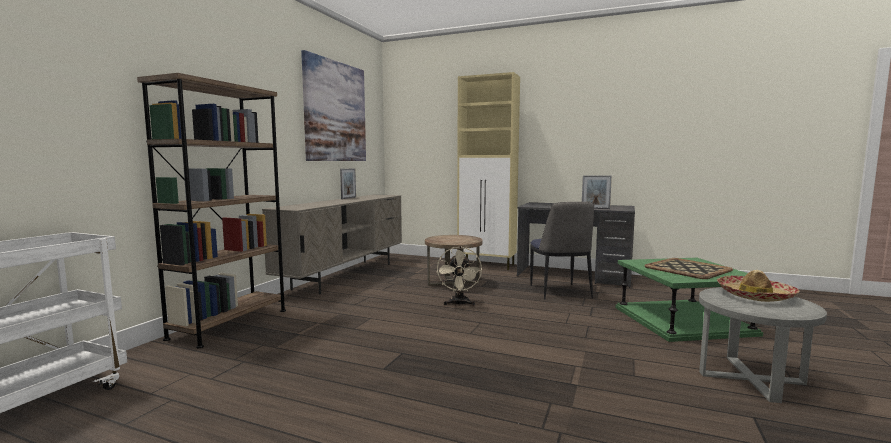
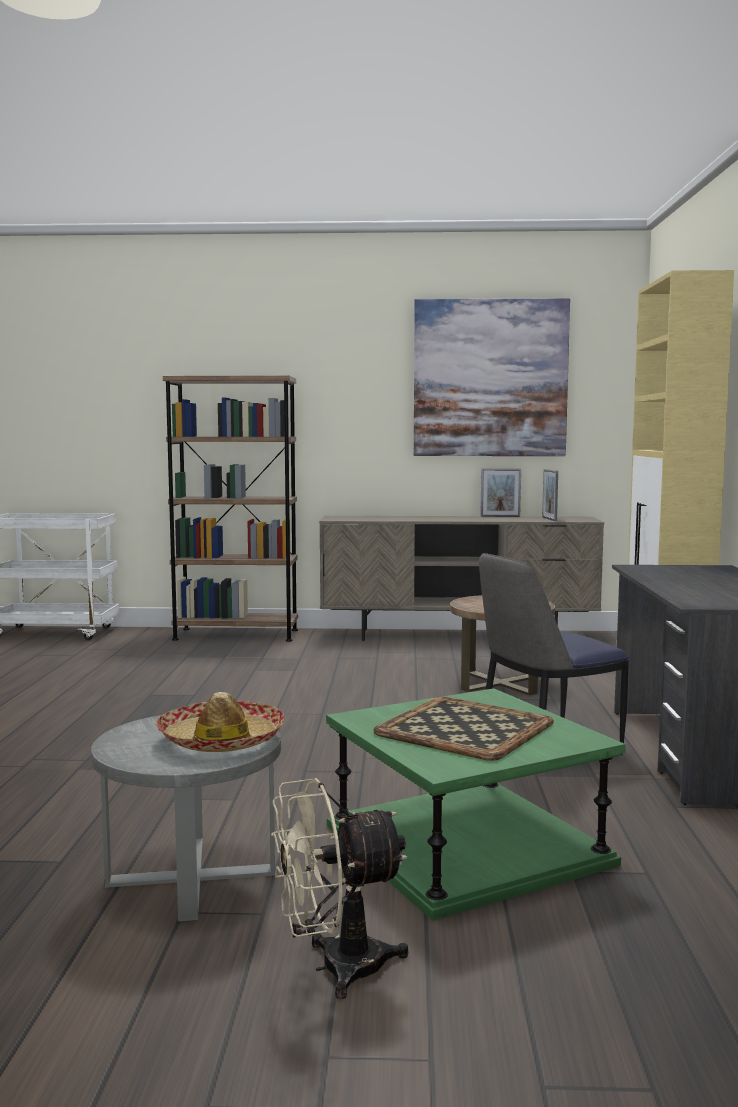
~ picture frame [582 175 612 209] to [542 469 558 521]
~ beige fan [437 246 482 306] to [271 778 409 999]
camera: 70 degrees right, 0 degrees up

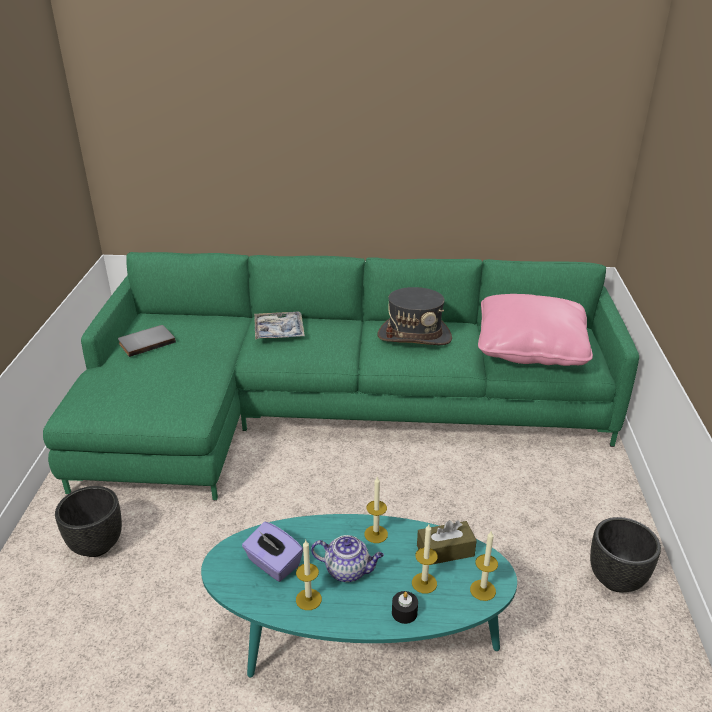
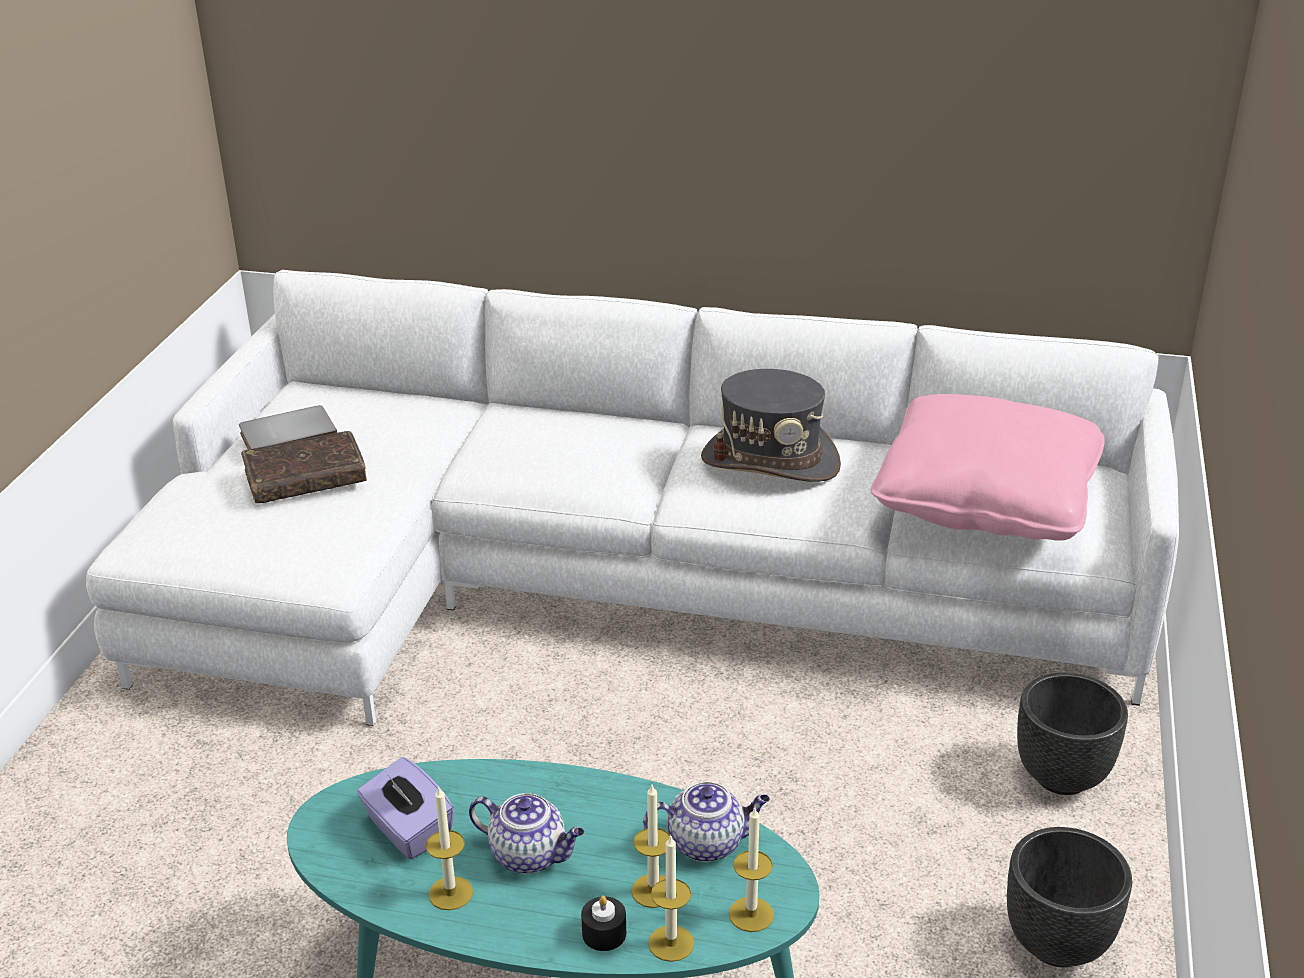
~ green sofa [43 252 639 500] to white sofa [86 270 1179 726]
- tray [254 312 305 340]
~ candle [364 477 388 543] to [648 834 695 962]
~ black planter [55 486 122 557] to [1017 672 1128 795]
~ brown tissue box [417 520 477 565] to teapot [643 782 770 862]
+ brown book [241 431 367 503]
camera: 10 degrees right, 0 degrees up

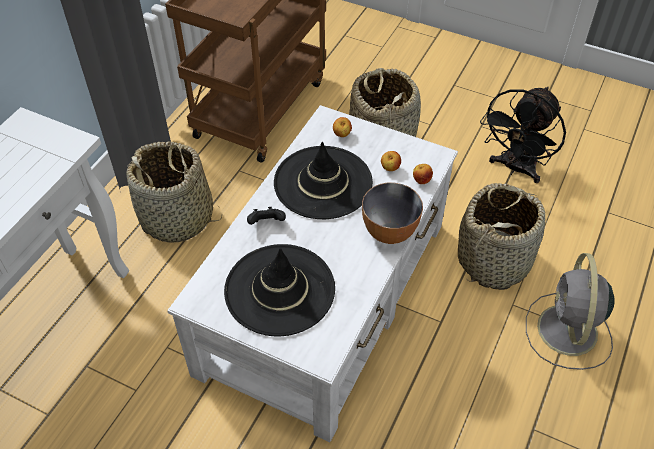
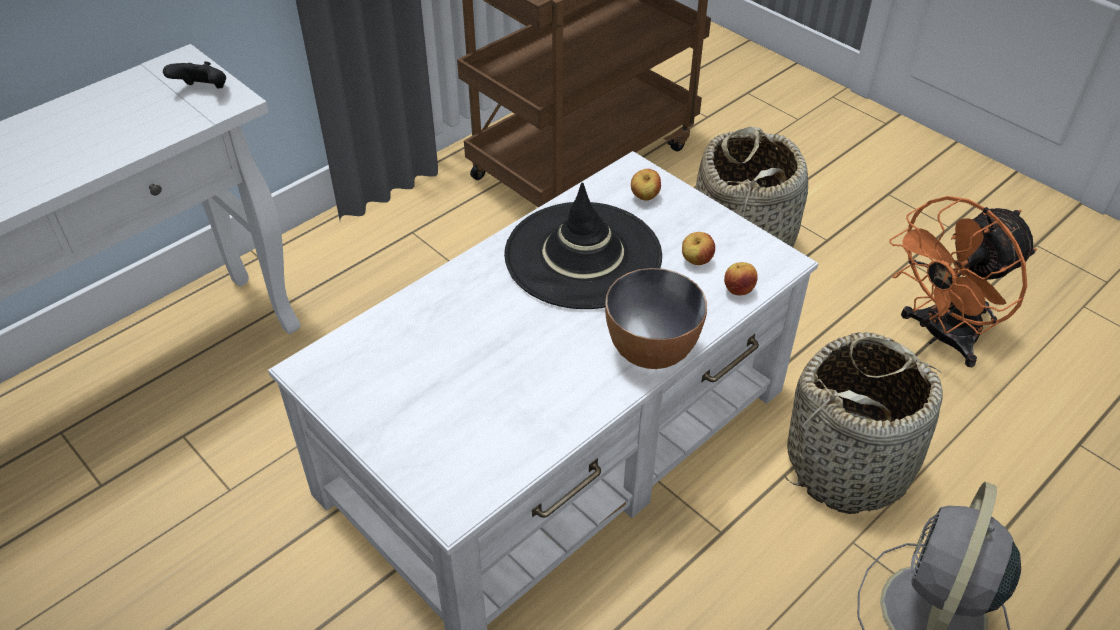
~ black fan [480 87 566 183] to orange fan [889 196 1037 367]
- basket [126 141 222 243]
~ black game controller [247 207 286 225] to [163 62 226 89]
- black hat [224 244 335 336]
camera: 20 degrees right, 5 degrees down

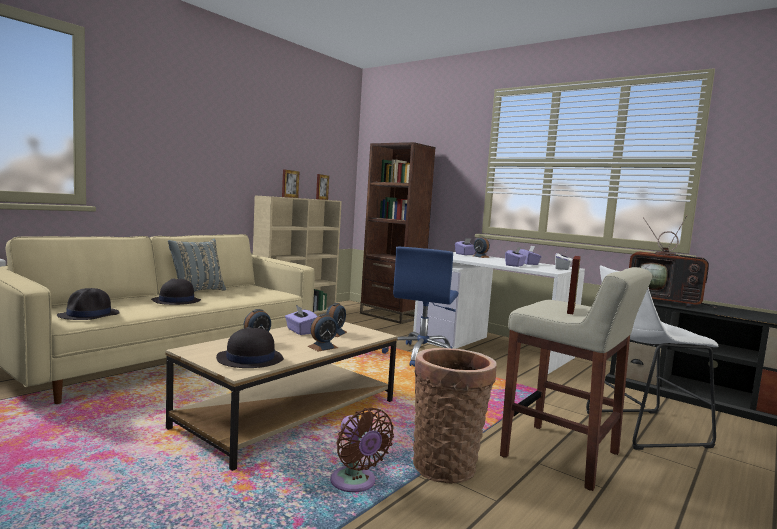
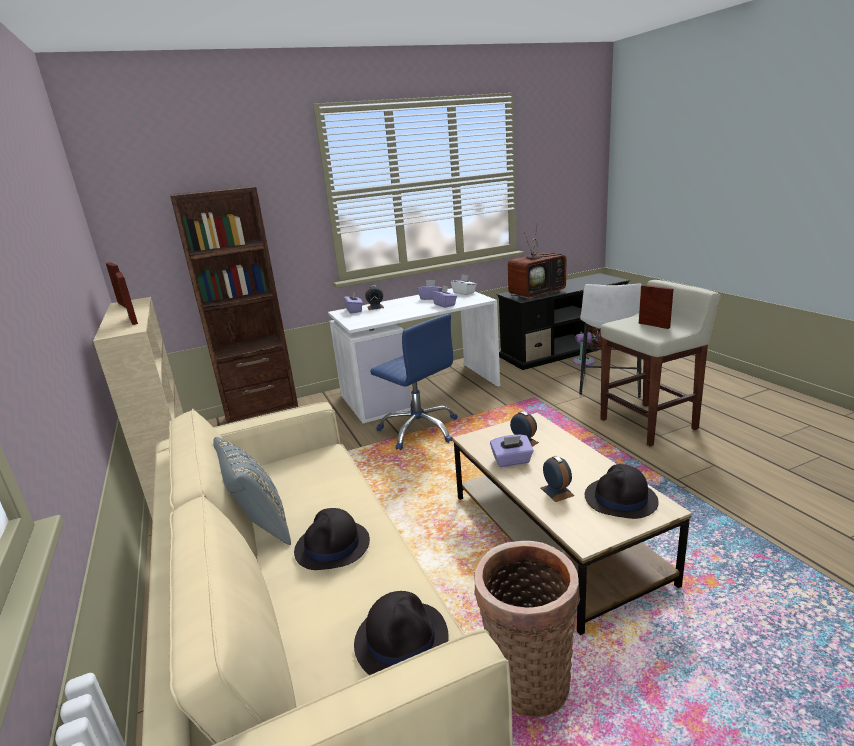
- alarm clock [308 313 338 352]
~ basket [413 348 497 484] to [474 541 580 717]
~ brown fan [330 407 394 492] to [573 325 602 366]
camera: 60 degrees left, 15 degrees up

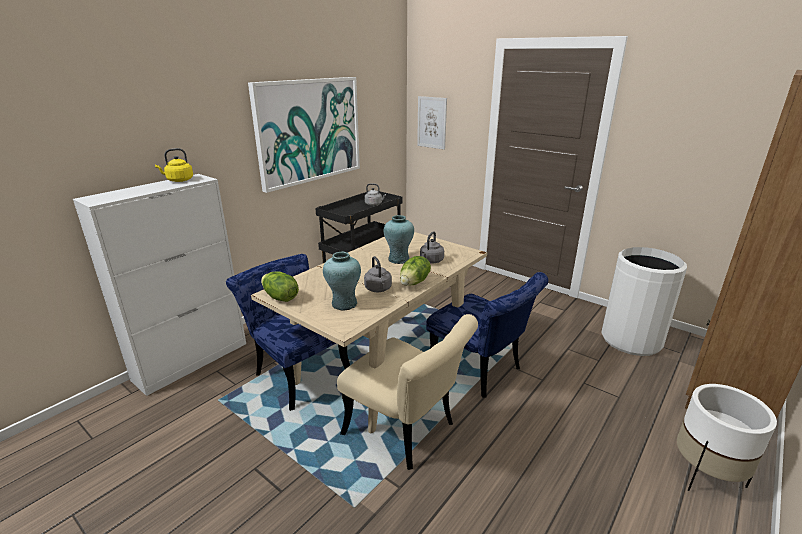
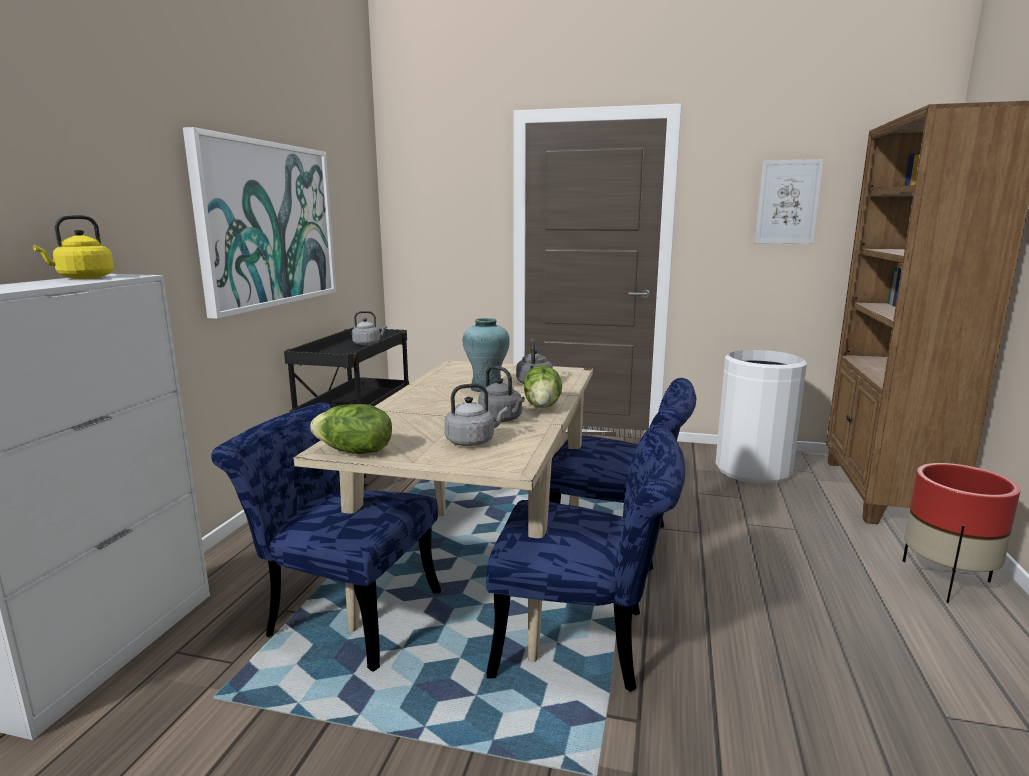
~ picture [417 96 447 150] to [755 159 824 244]
~ turquoise vase [323 252 361 310] to grey kettle [444 384 508 446]
~ beige chair [337 314 478 470] to blue chair [486 425 685 692]
~ white planter [677 384 777 491] to red planter [903 463 1020 603]
camera: 25 degrees left, 10 degrees down

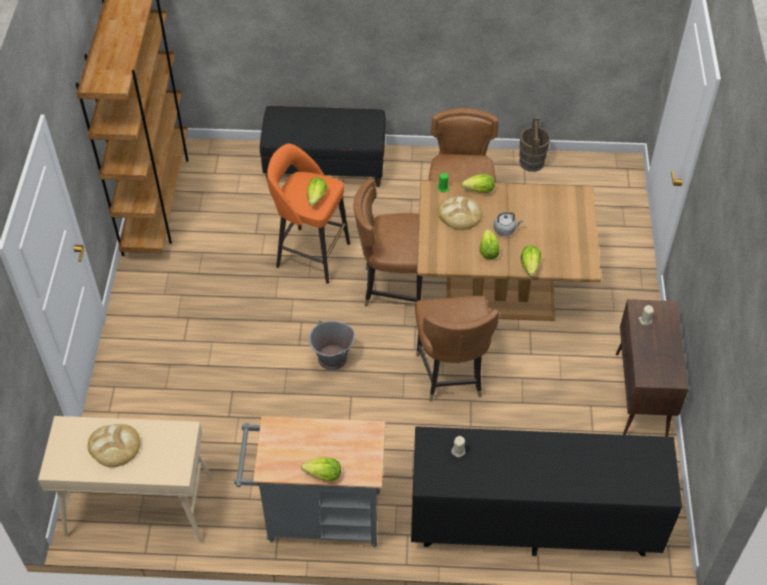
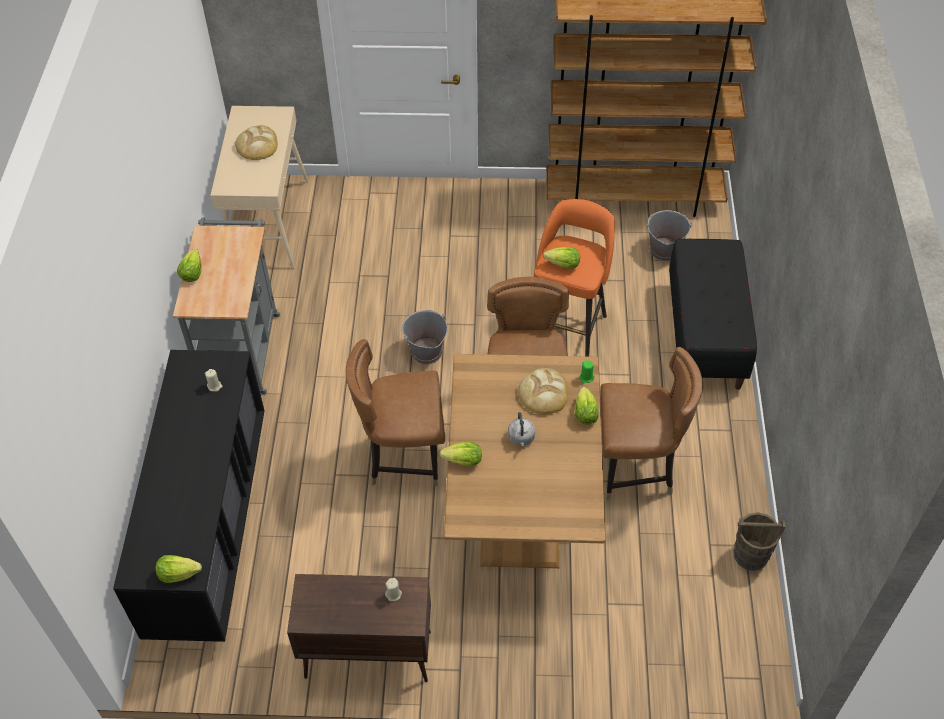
~ lettuce [479 229 499 259] to [156 555 202 583]
+ grey bucket [645 210 693 261]
camera: 90 degrees right, 0 degrees up

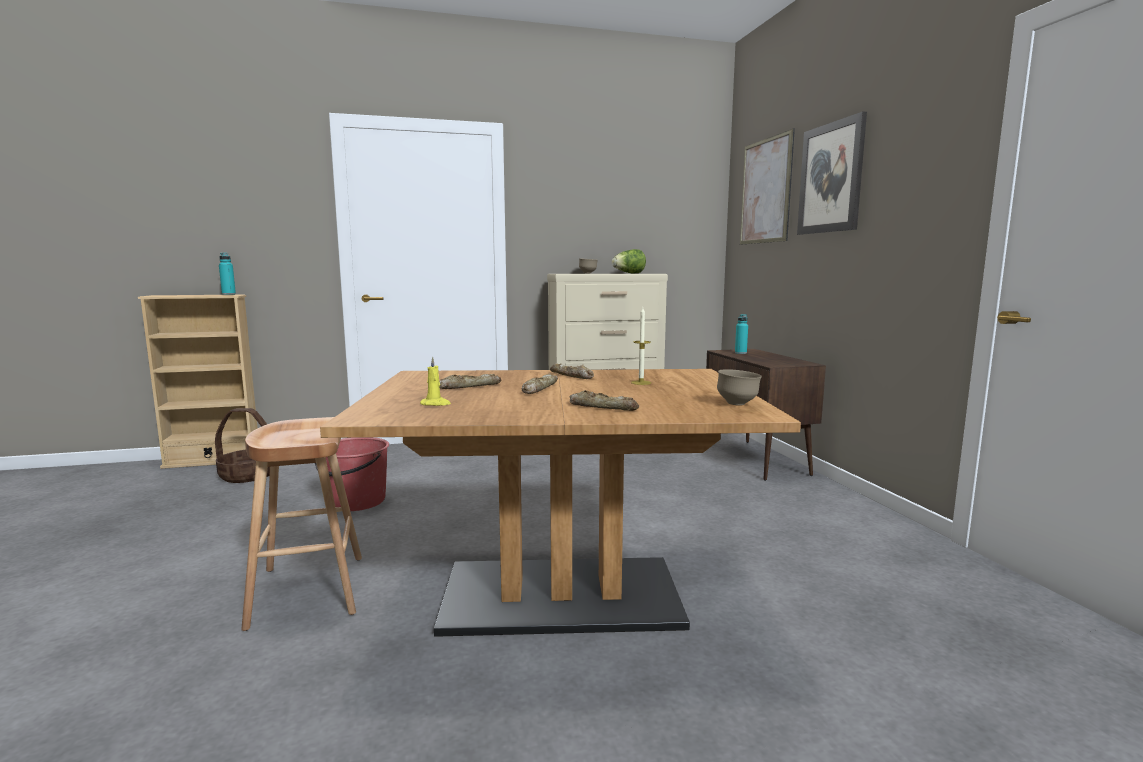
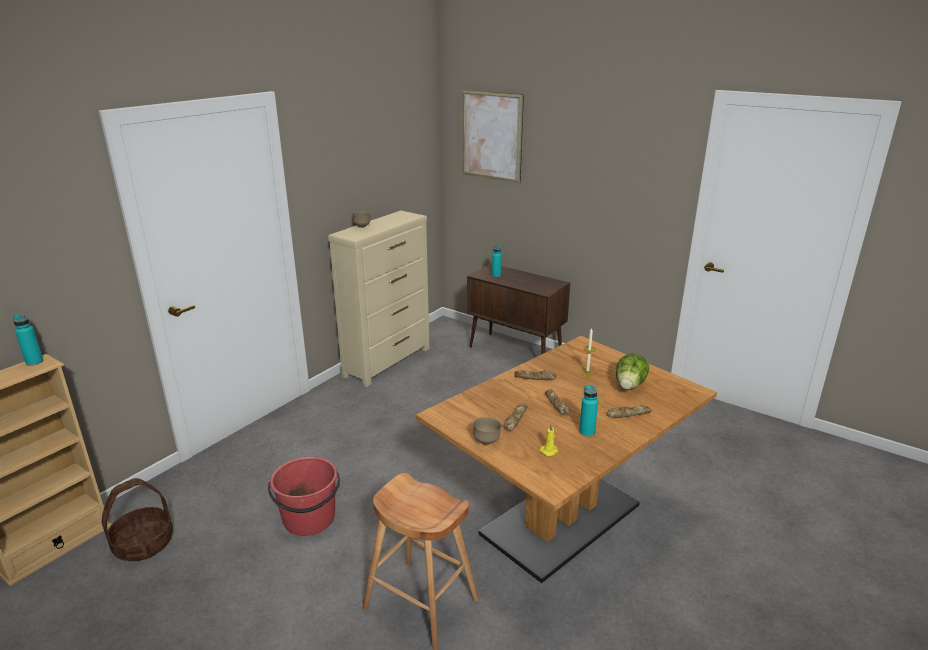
- picture [797 111 867 235]
~ lettuce [612 249 646 273] to [616 353 649 390]
~ brown bowl [717 369 762 406] to [473 417 501 445]
+ turquoise bottle [579 385 598 437]
camera: 40 degrees left, 15 degrees up

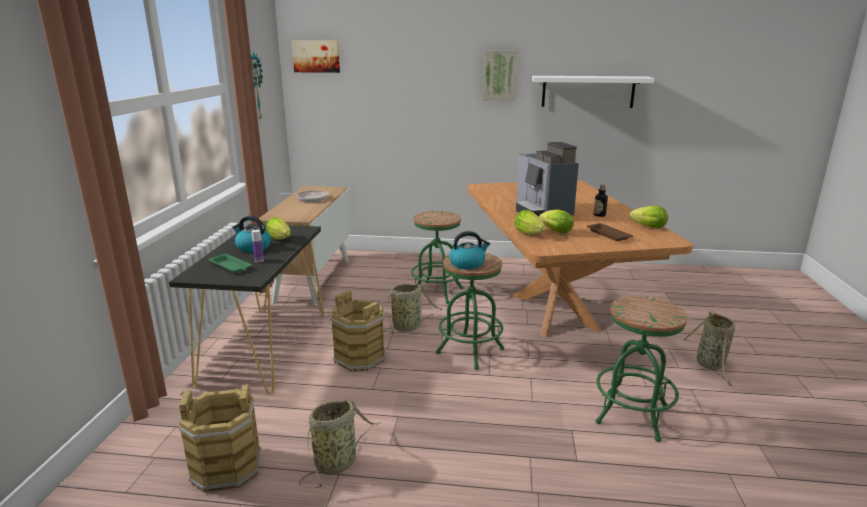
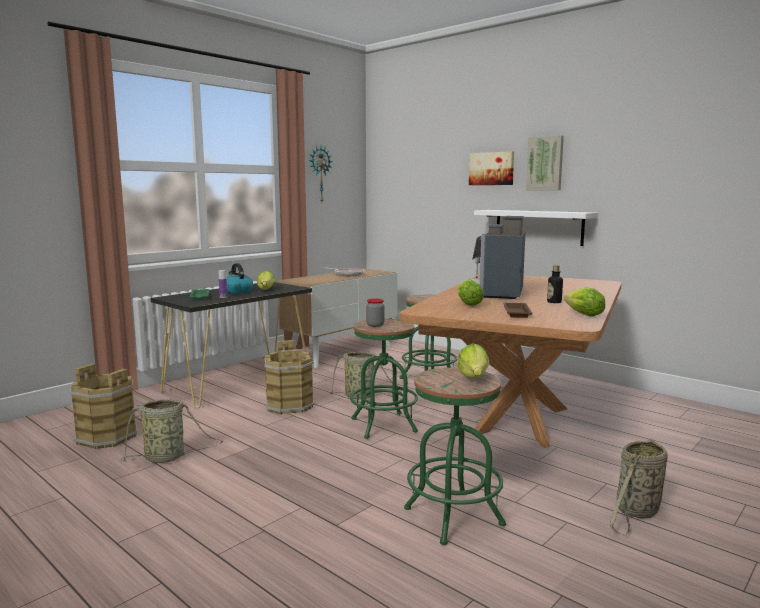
~ picture [292 40 340 73] to [469 151 514 185]
~ white shelf [532 76 654 108] to [474 210 598 246]
~ lettuce [514 210 546 235] to [458 343 489 379]
~ kettle [449 231 490 269] to jar [366 299 385 327]
camera: 35 degrees right, 10 degrees down

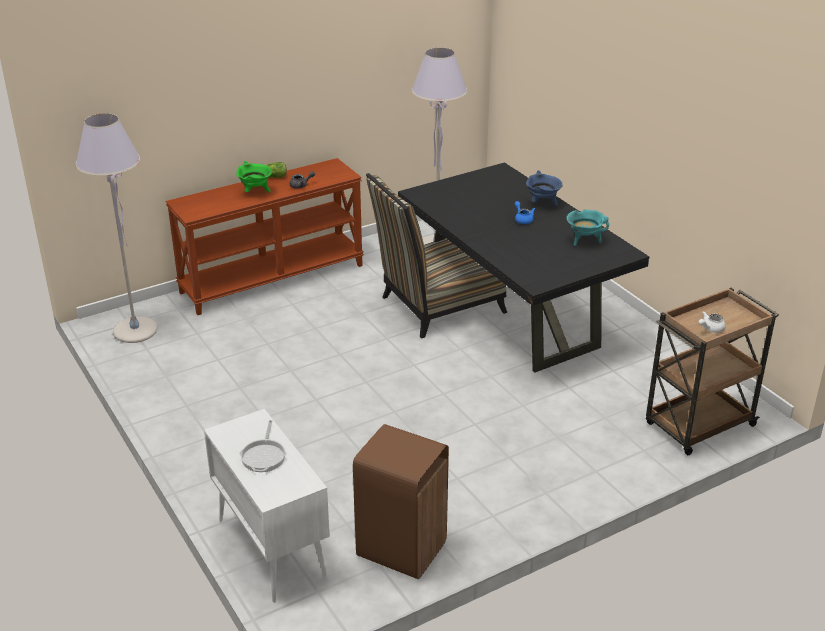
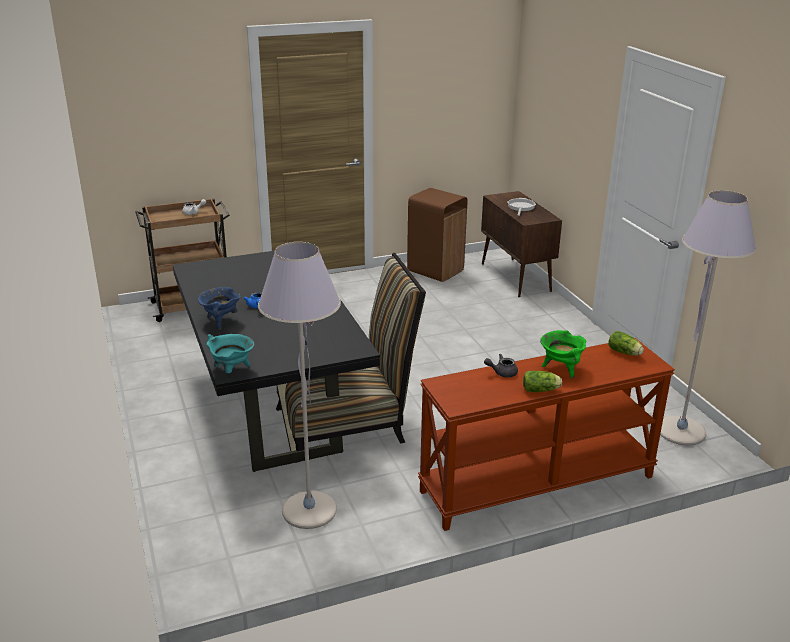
~ turquoise cooking pot [567 210 609 246] to [206 334 254 373]
~ white cabinet [204 409 330 603] to brown cabinet [481 191 562 298]
+ lettuce [608 331 644 356]
camera: 170 degrees left, 5 degrees down

